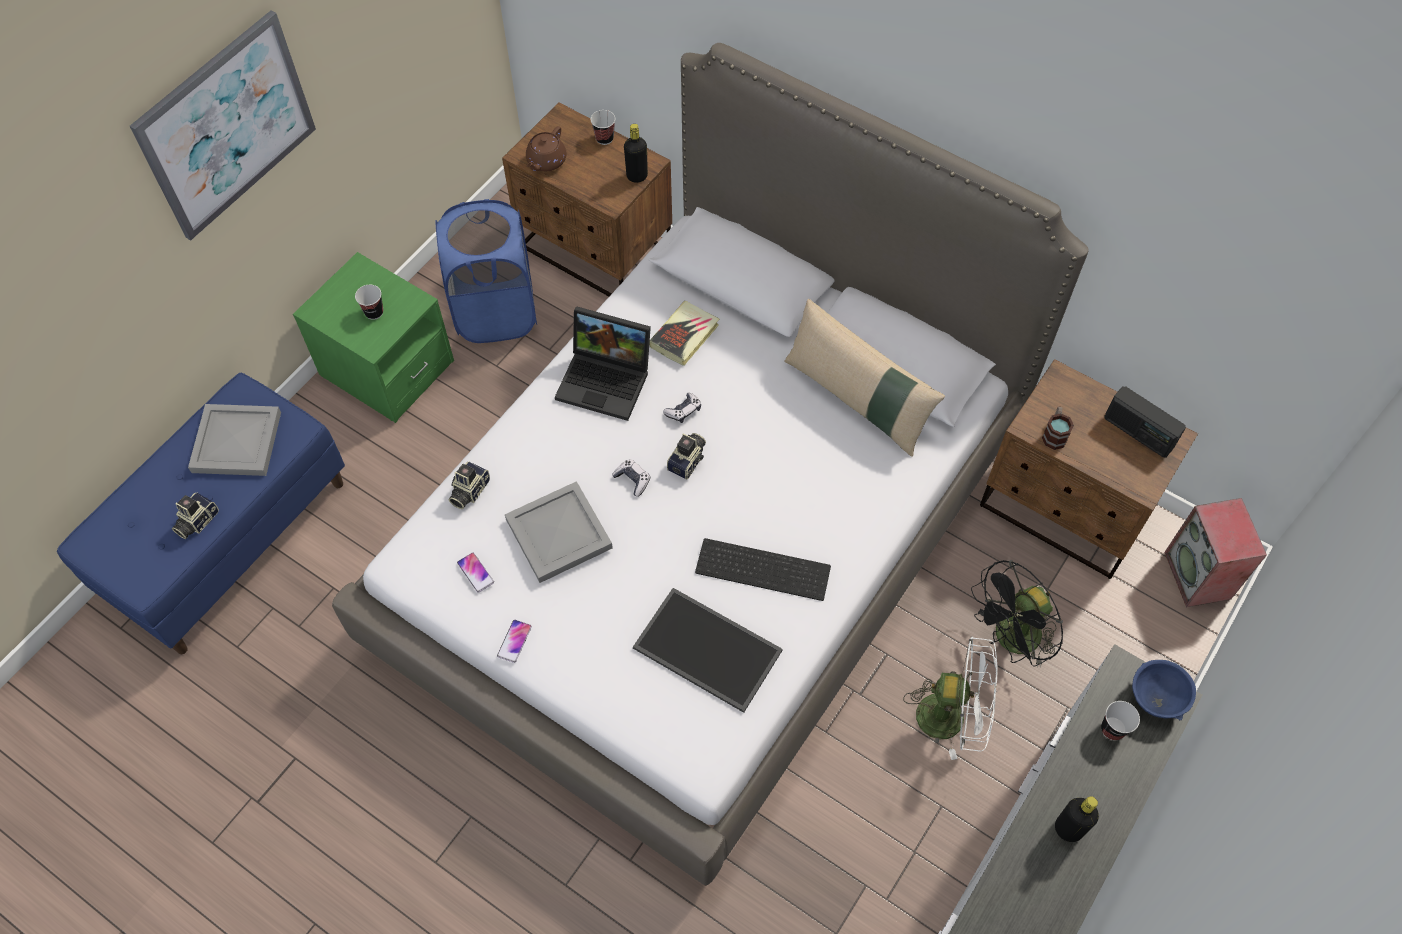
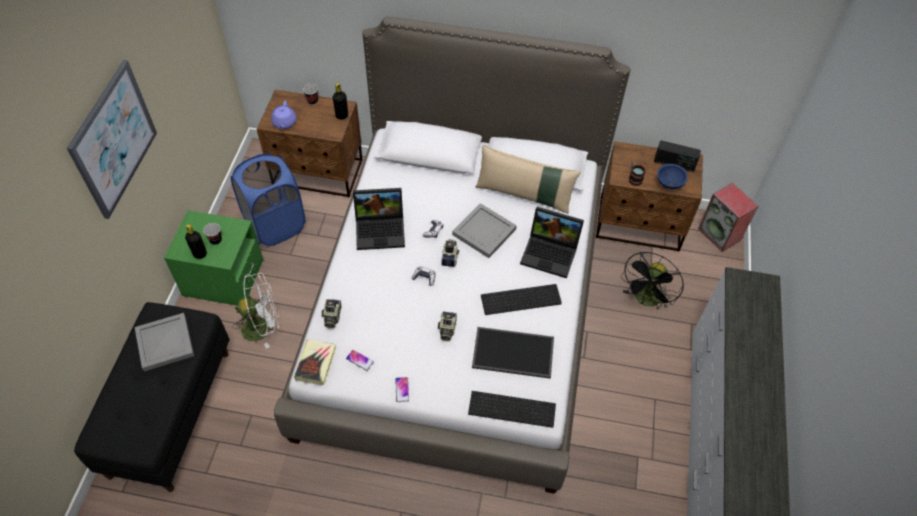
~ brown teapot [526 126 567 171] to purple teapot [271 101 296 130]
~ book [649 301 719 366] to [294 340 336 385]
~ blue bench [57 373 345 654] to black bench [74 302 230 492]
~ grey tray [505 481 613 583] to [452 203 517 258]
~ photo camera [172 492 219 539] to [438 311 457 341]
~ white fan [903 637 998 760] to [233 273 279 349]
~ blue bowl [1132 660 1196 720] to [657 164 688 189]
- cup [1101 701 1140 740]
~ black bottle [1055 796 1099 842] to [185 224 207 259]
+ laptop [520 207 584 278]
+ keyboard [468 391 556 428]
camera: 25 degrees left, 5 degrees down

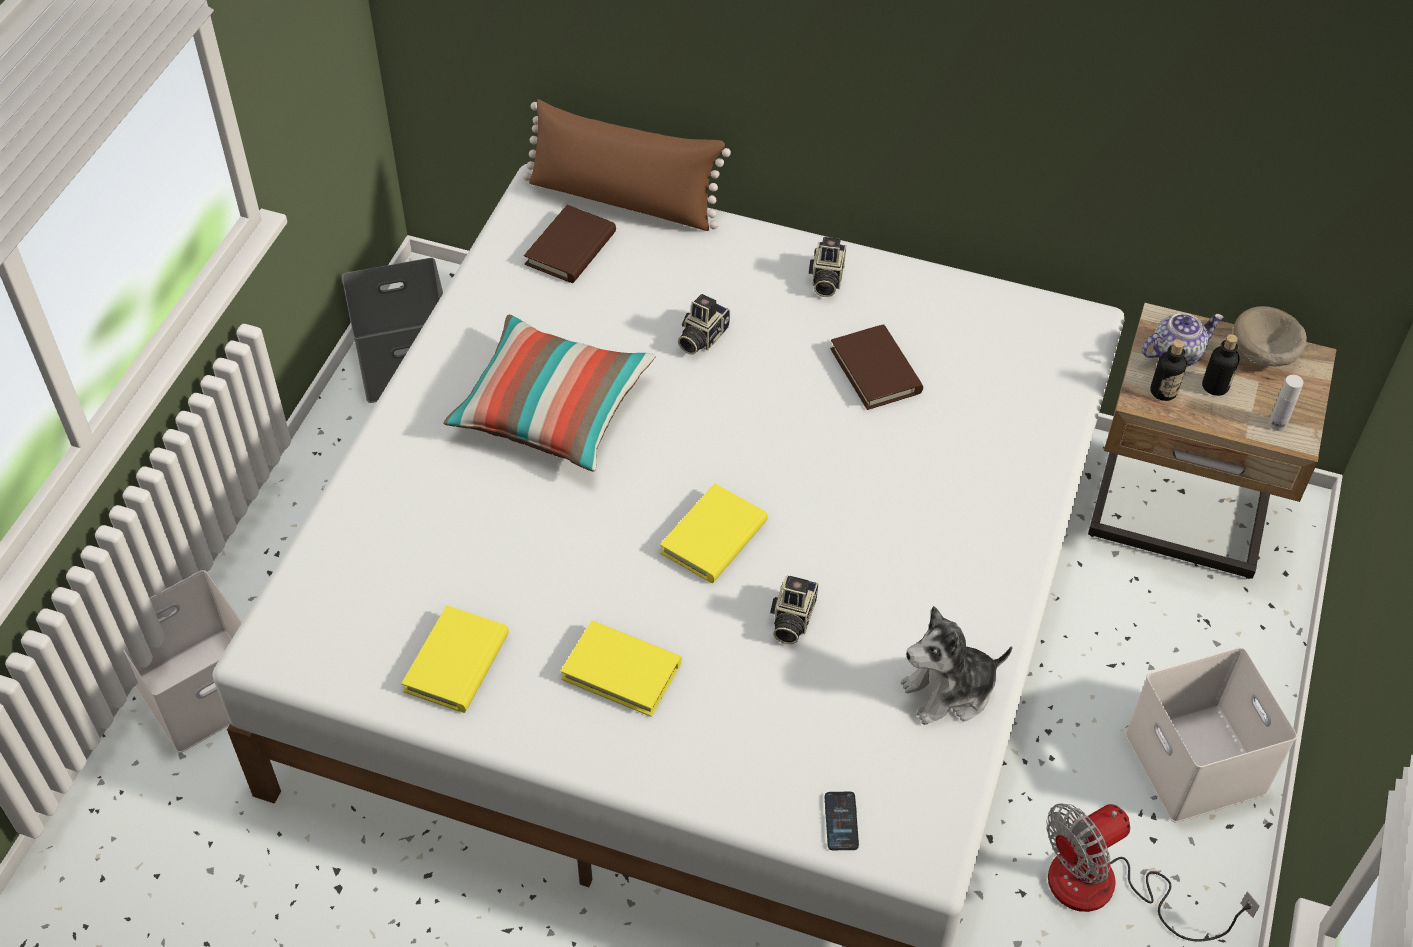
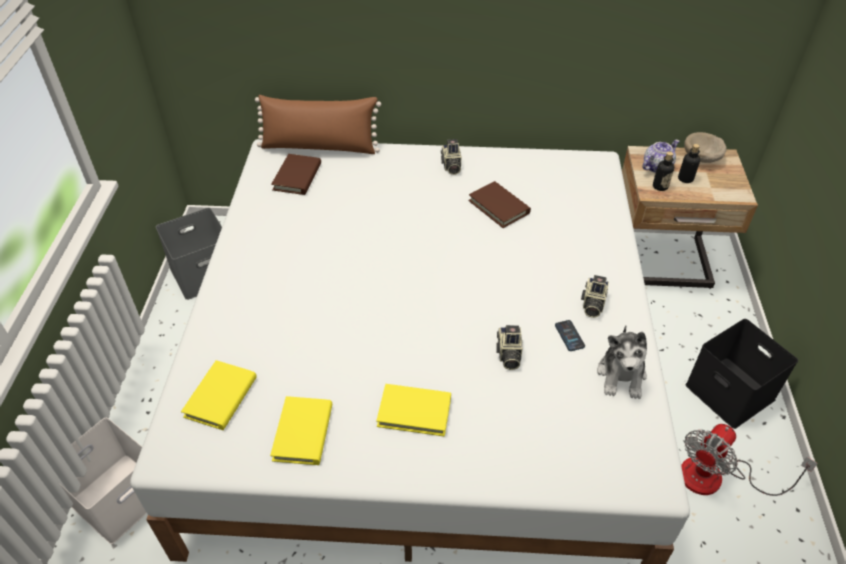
~ photo camera [678 294 730 355] to [581 275 609 318]
- pillow [443 315 656 472]
- white bottle [1268 375 1304 431]
~ yellow book [660 483 768 583] to [181 360 257 430]
~ plush toy [901 606 1012 725] = [597 326 647 399] 45 degrees counterclockwise
~ white storage box [1125 647 1297 823] to black storage box [685 319 798 429]
~ phone [825 792 859 850] to [555 320 585 351]
camera: 15 degrees left, 5 degrees down

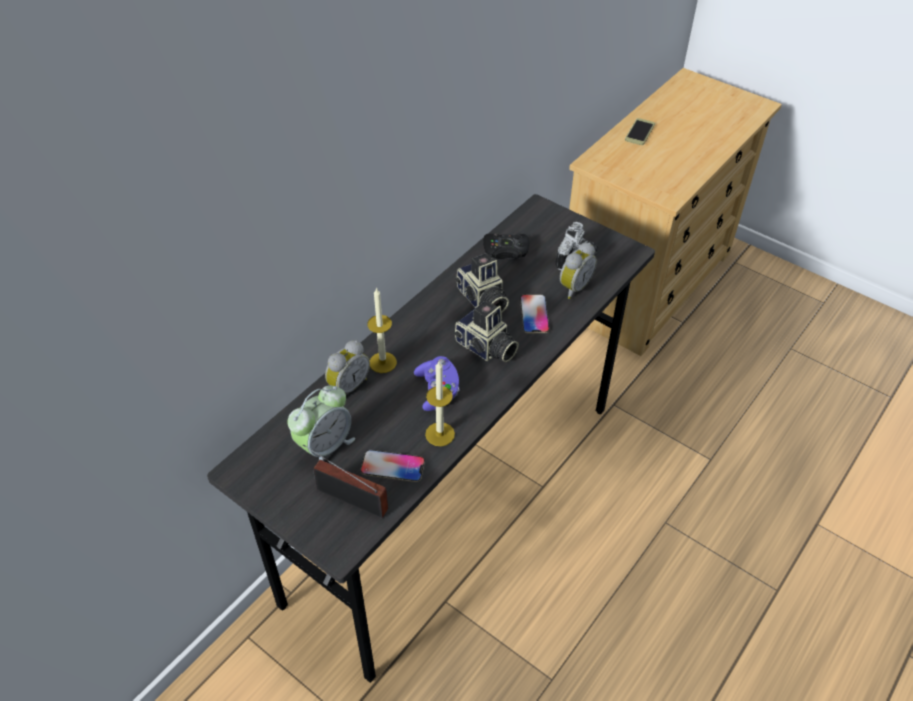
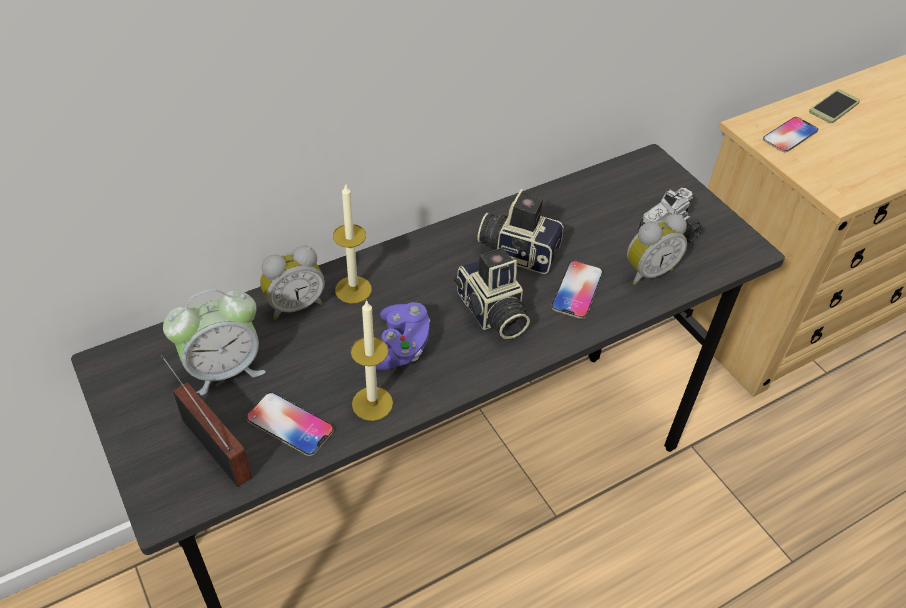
- black game controller [483 233 529 259]
~ photo camera [454 253 509 312] = [477 189 564 274] 120 degrees clockwise
+ phone [763 117 818 152]
camera: 20 degrees right, 0 degrees up

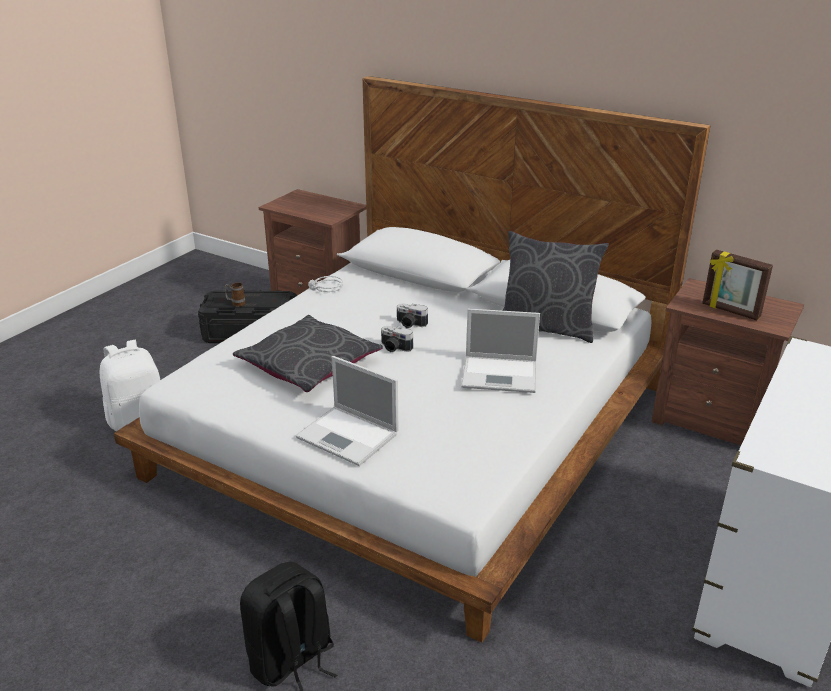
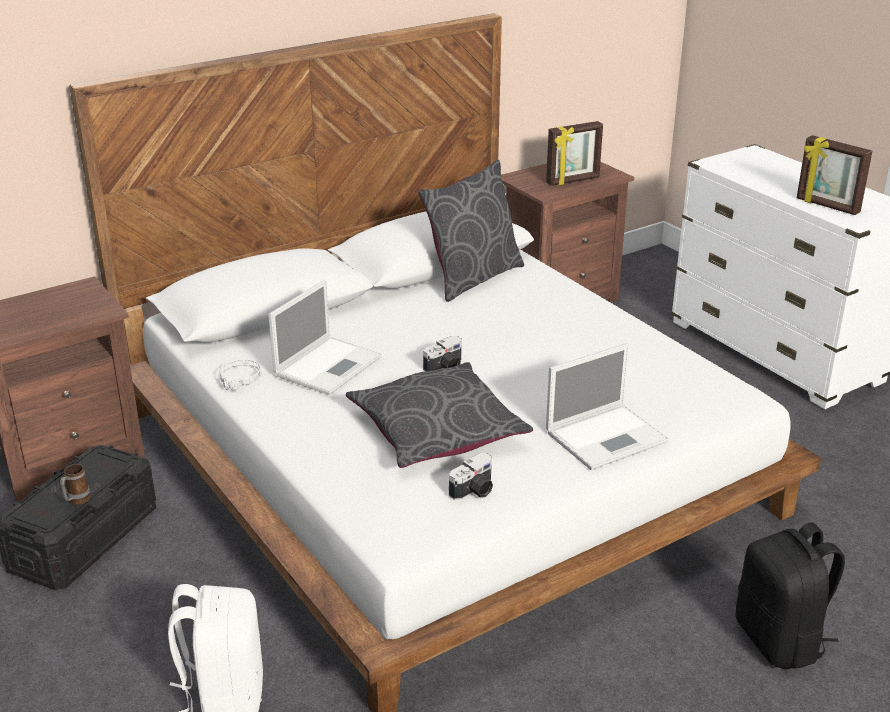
~ photo camera [397 303 428 328] to [449 453 493 500]
~ laptop [461 309 540 393] to [268 280 382 395]
+ picture frame [797 135 872 215]
camera: 65 degrees left, 0 degrees up

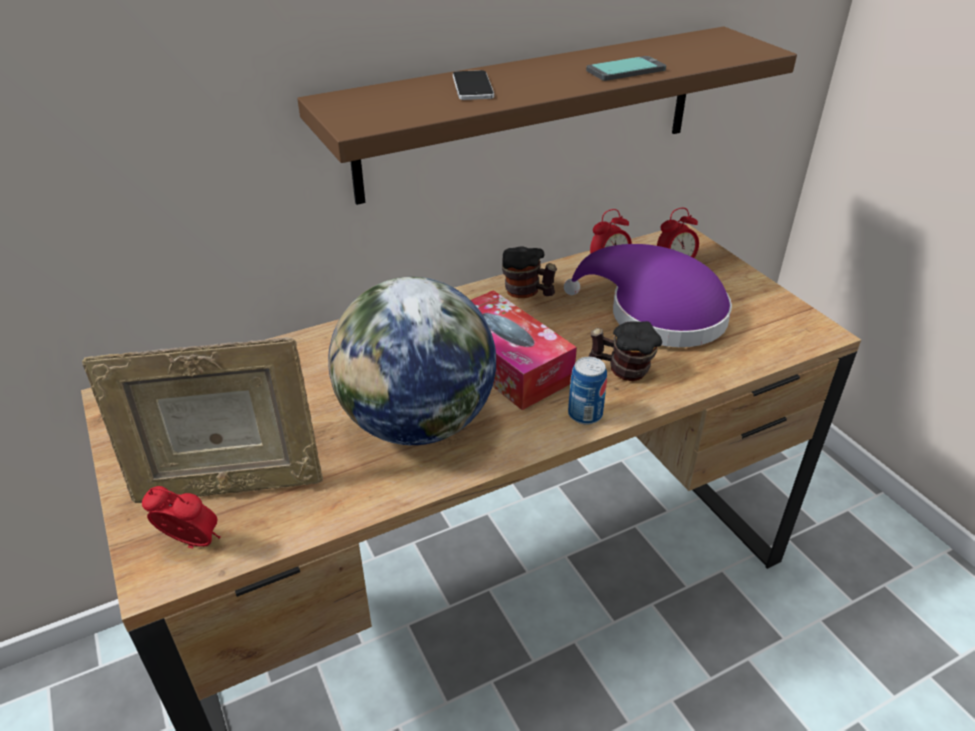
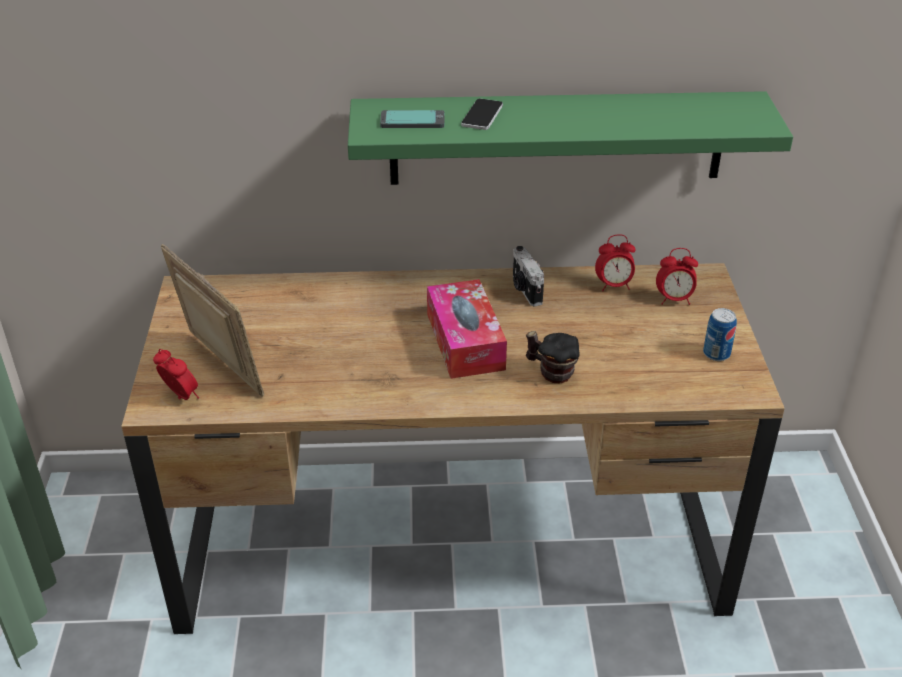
~ brown shelf [297 27 797 205] to green shelf [348 91 793 185]
~ phone [586 56 666 81] to [380 110 444 128]
- purple hat [564 244 732 347]
~ mug [502 246 557 298] to photo camera [513 246 544 306]
- globe [329 277 496 445]
~ picture frame [82 337 323 503] = [161 244 264 396] 150 degrees counterclockwise
~ can [568 357 607 425] to [703 308 737 361]
camera: 25 degrees right, 0 degrees up

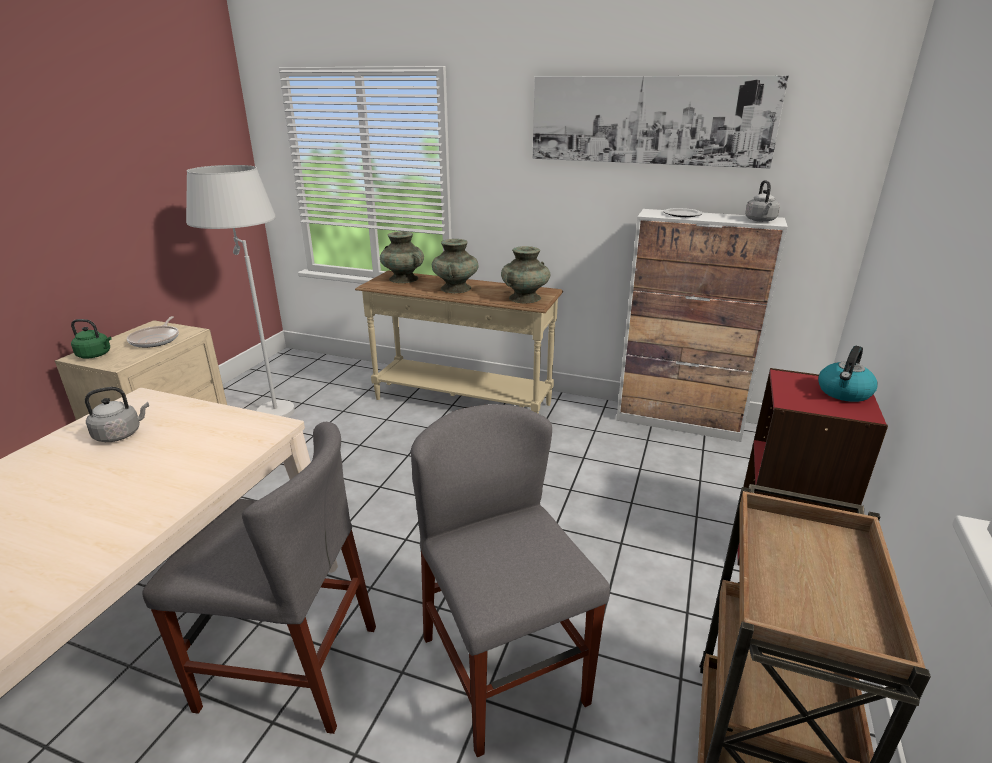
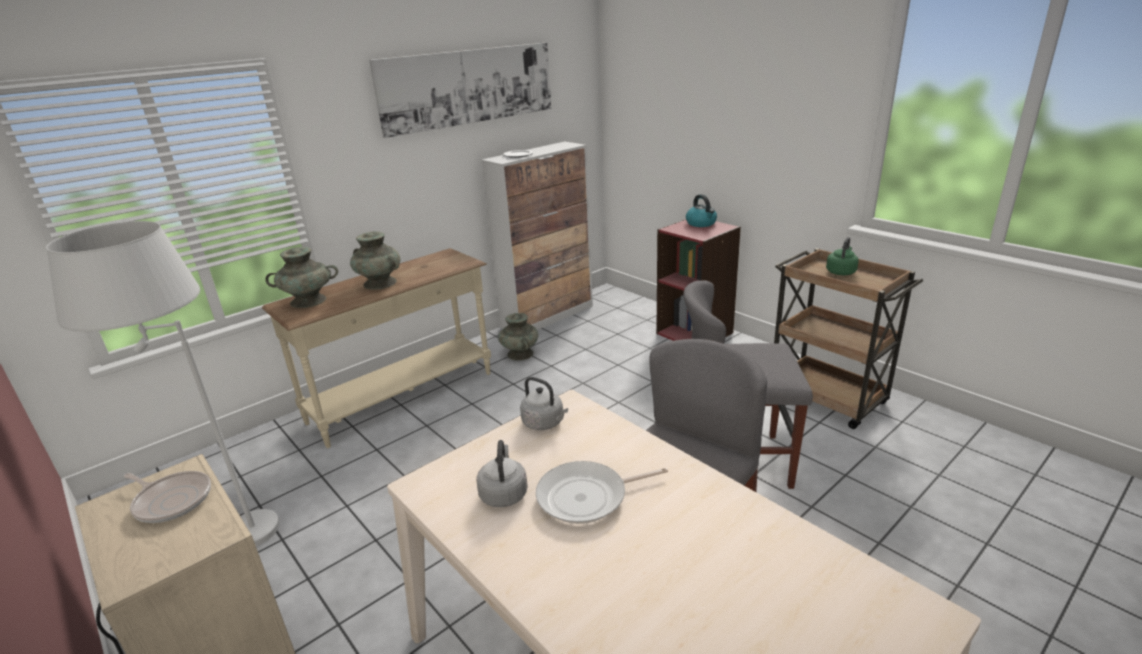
~ grey kettle [745 180 780 222] to [520 377 568 430]
~ turquoise vase [501 246 550 303] to [498 313 538 361]
~ green kettle [71 319 112 359] to [826 237 859 275]
+ frying pan [536 461 668 524]
camera: 60 degrees left, 0 degrees up

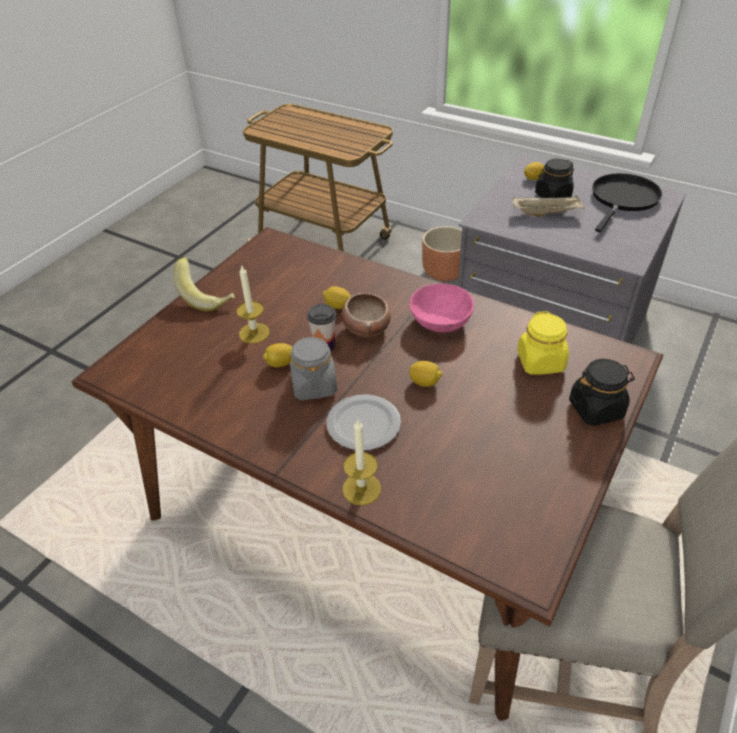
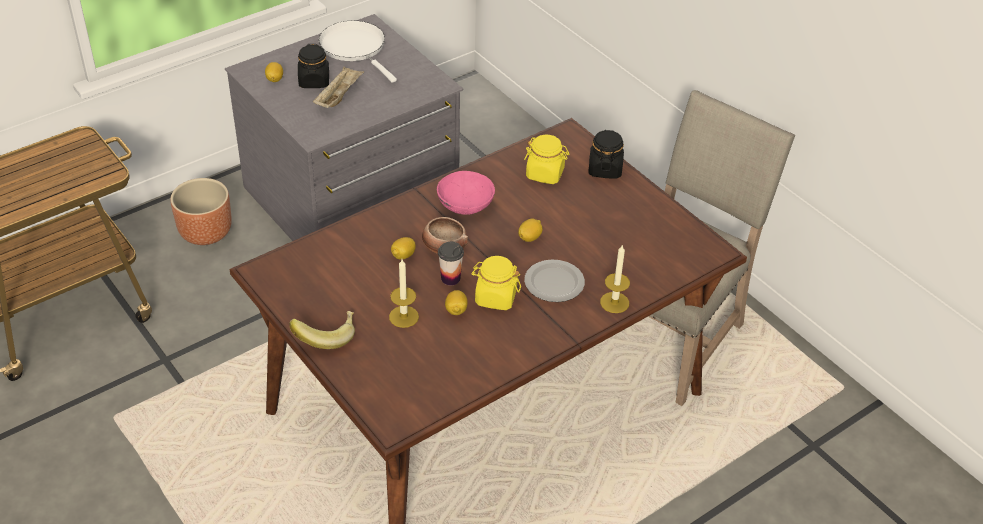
~ black frying pan [592 173 662 232] to white frying pan [319 21 397 83]
~ grey jar [290 336 337 400] to yellow jar [471 256 521 310]
camera: 70 degrees left, 0 degrees up

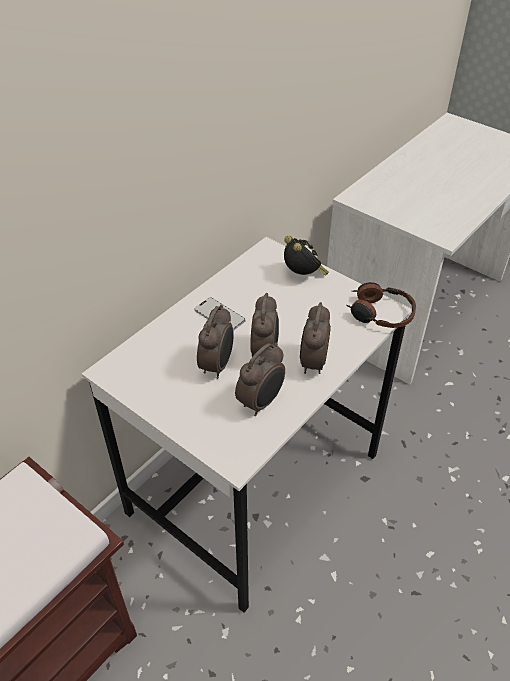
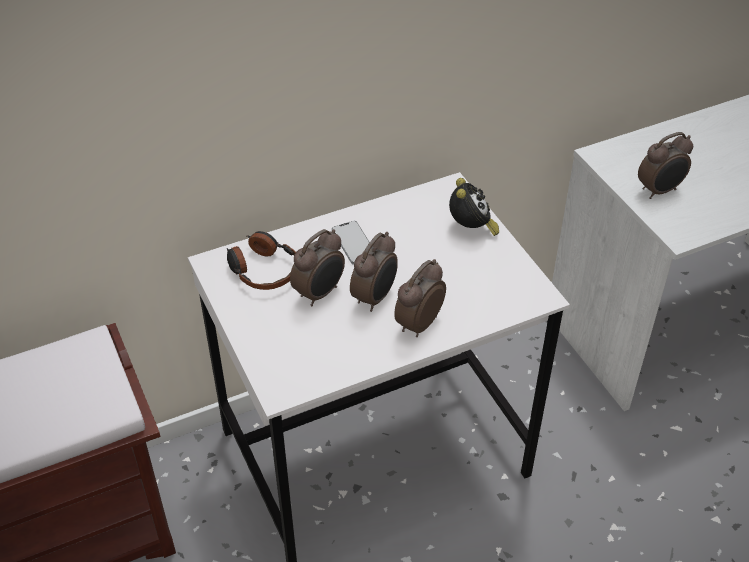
~ headphones [347 282 416 328] to [227 231 296 290]
~ alarm clock [235 343 285 416] to [638 132 693 199]
camera: 25 degrees right, 0 degrees up

